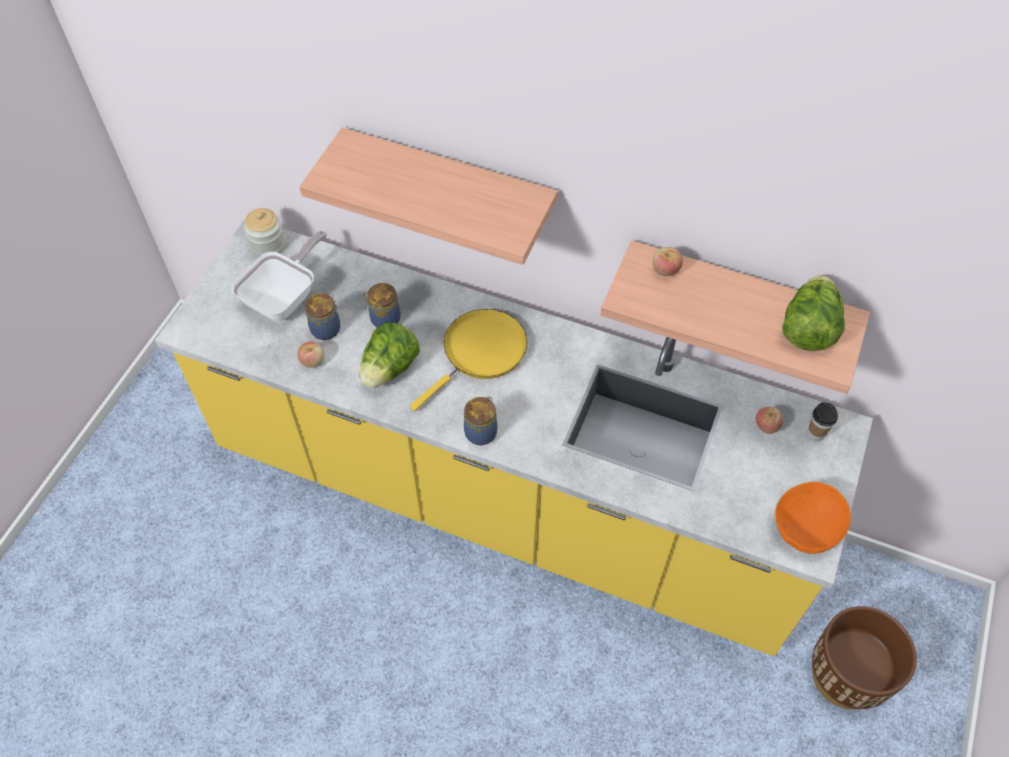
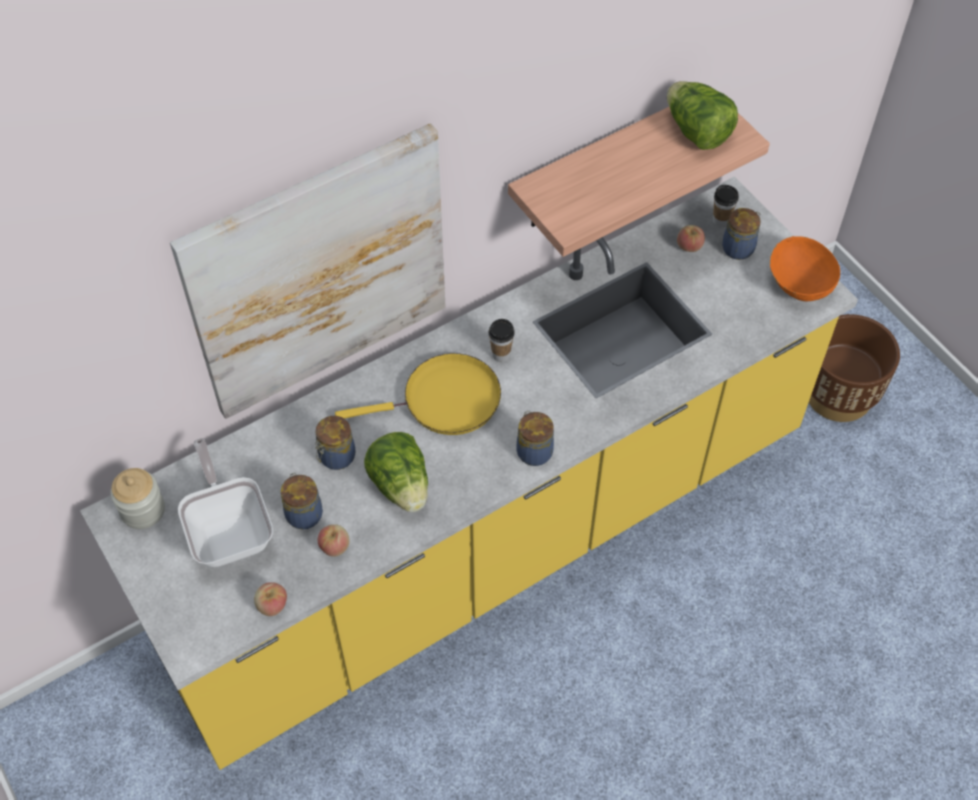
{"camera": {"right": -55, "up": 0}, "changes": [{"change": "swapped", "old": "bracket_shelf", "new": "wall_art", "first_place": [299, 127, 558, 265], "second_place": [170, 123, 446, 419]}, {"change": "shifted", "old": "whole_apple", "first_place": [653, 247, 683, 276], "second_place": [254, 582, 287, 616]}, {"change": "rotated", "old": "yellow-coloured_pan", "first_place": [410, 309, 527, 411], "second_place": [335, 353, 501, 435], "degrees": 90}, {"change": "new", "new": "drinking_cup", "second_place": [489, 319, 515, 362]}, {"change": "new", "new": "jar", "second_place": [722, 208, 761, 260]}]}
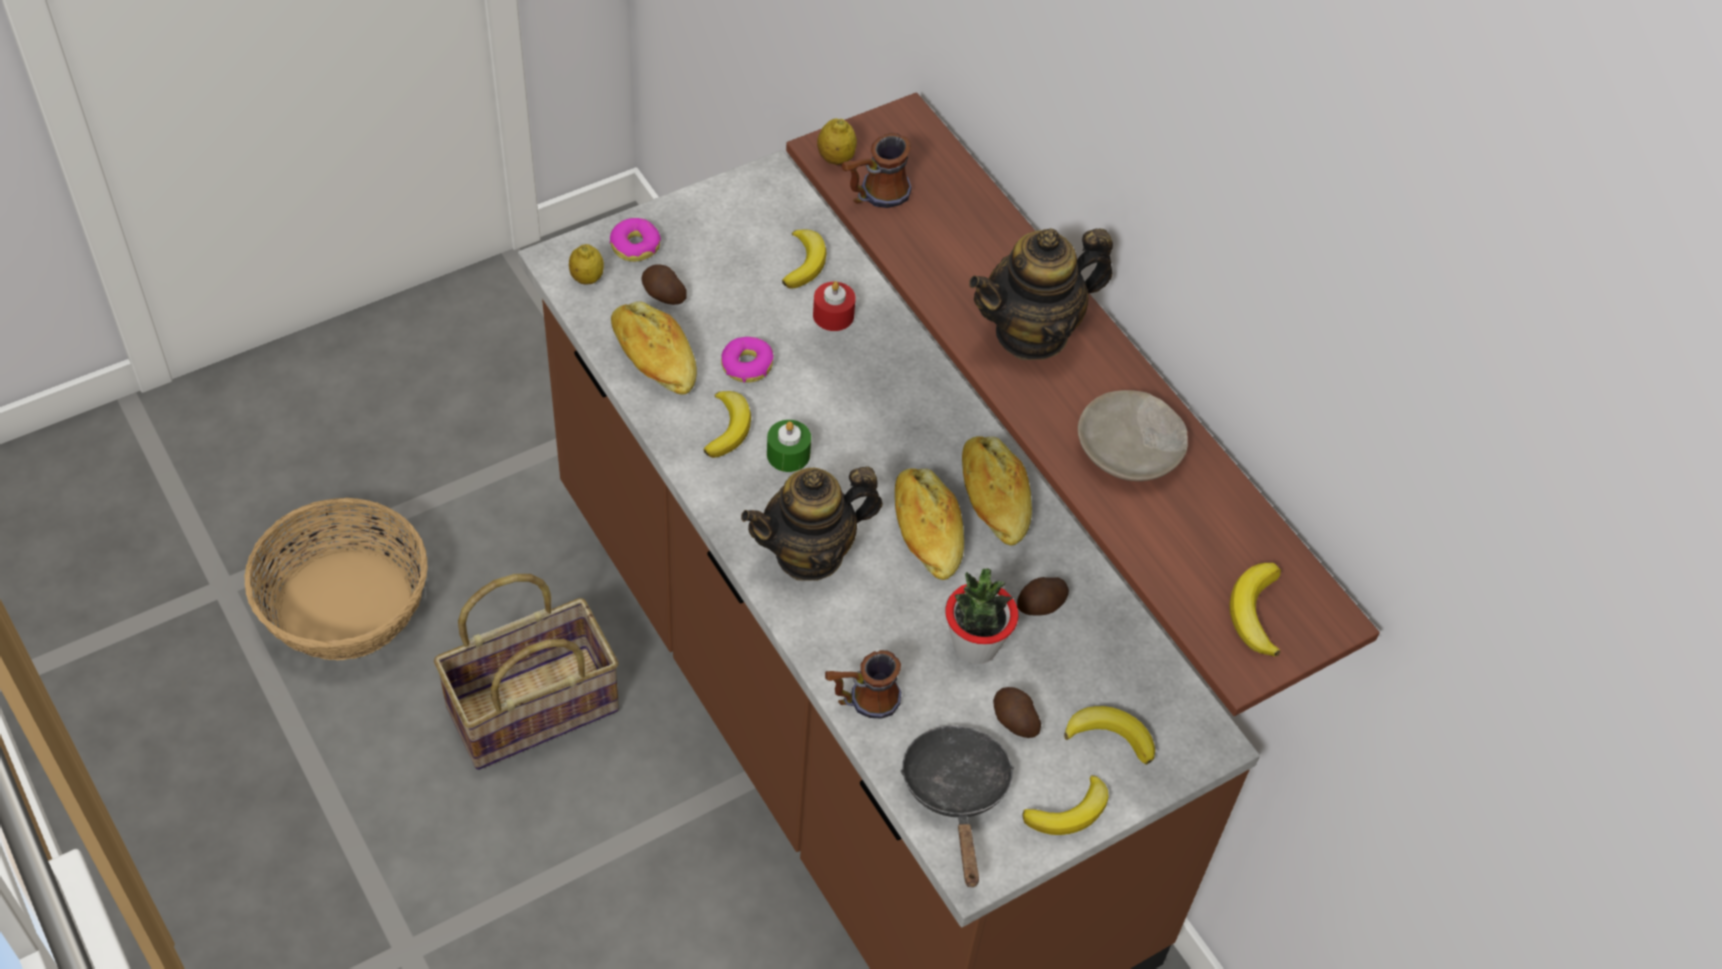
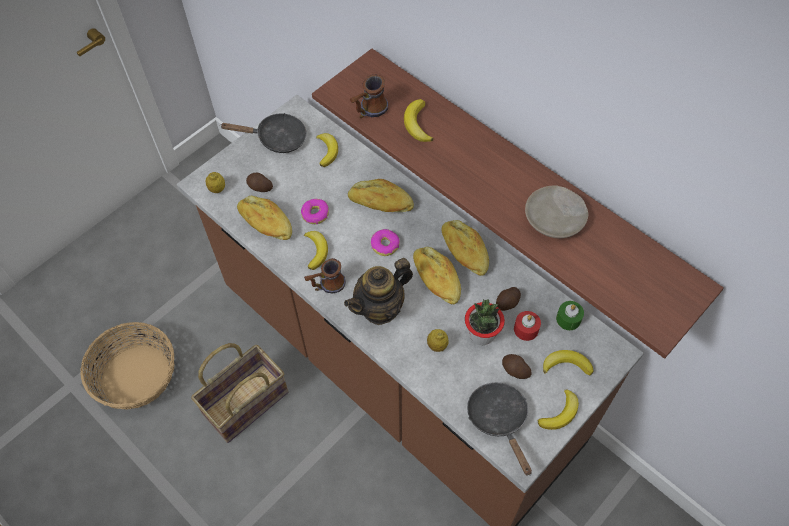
{"camera": {"right": -10, "up": 5}, "changes": [{"change": "new", "new": "blackish_pan", "second_place": [220, 113, 307, 153]}, {"change": "shifted", "old": "mug", "first_place": [825, 650, 901, 718], "second_place": [304, 258, 346, 294]}, {"change": "new", "new": "bakery_bread", "second_place": [348, 179, 414, 212]}, {"change": "shifted", "old": "ring_doughnut", "first_place": [609, 218, 661, 262], "second_place": [371, 229, 400, 256]}, {"change": "shifted", "old": "banana", "first_place": [1230, 563, 1281, 657], "second_place": [404, 99, 433, 142]}, {"change": "shifted", "old": "citrus_fruit", "first_place": [817, 118, 857, 165], "second_place": [427, 329, 448, 352]}, {"change": "shifted", "old": "red_candle", "first_place": [813, 281, 856, 331], "second_place": [514, 311, 541, 341]}, {"change": "shifted", "old": "green-coloured_candle", "first_place": [767, 420, 811, 472], "second_place": [556, 301, 584, 330]}, {"change": "gone", "old": "pot_for_tea", "first_place": [969, 228, 1113, 360]}]}
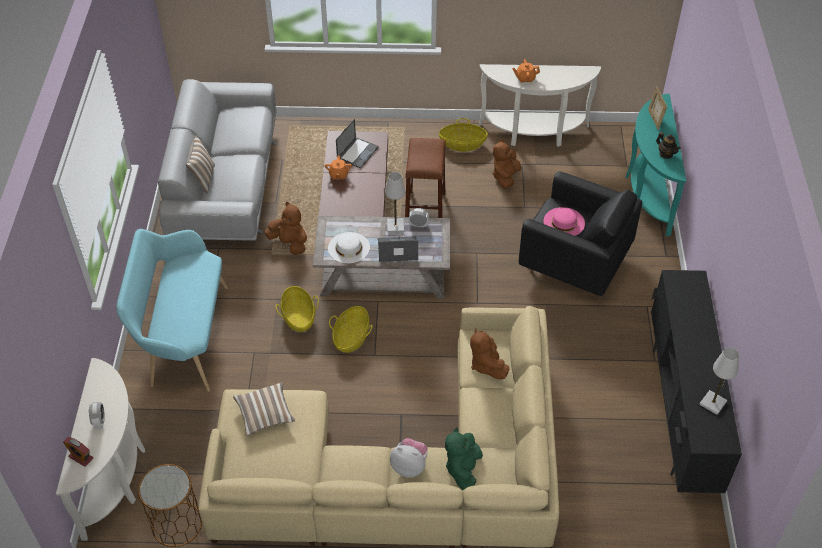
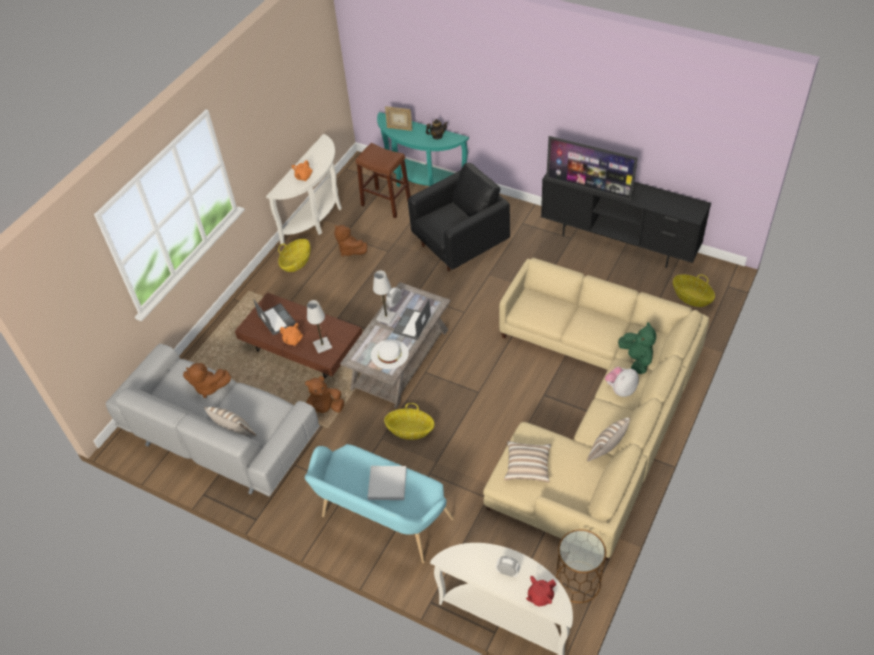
{"camera": {"right": -60, "up": 0}, "changes": [{"change": "shifted", "old": "brown_soft_toy", "first_place": [470, 328, 509, 380], "second_place": [183, 363, 231, 398]}, {"change": "shifted", "old": "white_tabletop_lamp", "first_place": [699, 347, 739, 415], "second_place": [307, 300, 332, 354]}, {"change": "shifted", "old": "brown_stool_seat", "first_place": [405, 138, 446, 218], "second_place": [356, 143, 411, 219]}, {"change": "new", "new": "white_carrying_tray", "second_place": [368, 466, 407, 500]}, {"change": "swapped", "old": "bedside_clock", "new": "red_pot_for_tea", "first_place": [63, 437, 93, 467], "second_place": [526, 576, 556, 606]}, {"change": "new", "new": "TV_set", "second_place": [546, 136, 638, 201]}, {"change": "new", "new": "cushion", "second_place": [587, 417, 630, 462]}, {"change": "rotated", "old": "green-coloured_soft_toy", "first_place": [445, 428, 483, 490], "second_place": [618, 322, 656, 374], "degrees": -150}, {"change": "shifted", "old": "basket", "first_place": [329, 306, 372, 353], "second_place": [673, 274, 715, 307]}, {"change": "gone", "old": "pink_hat", "first_place": [544, 207, 585, 236]}]}
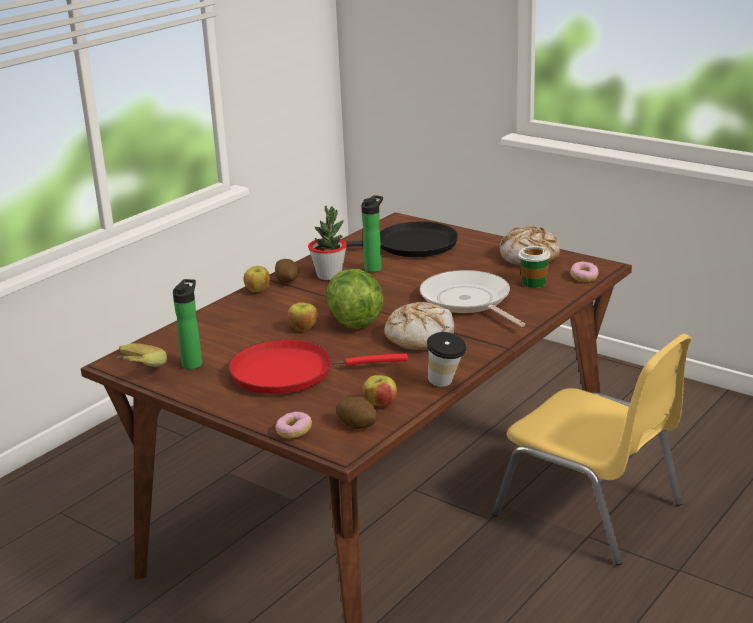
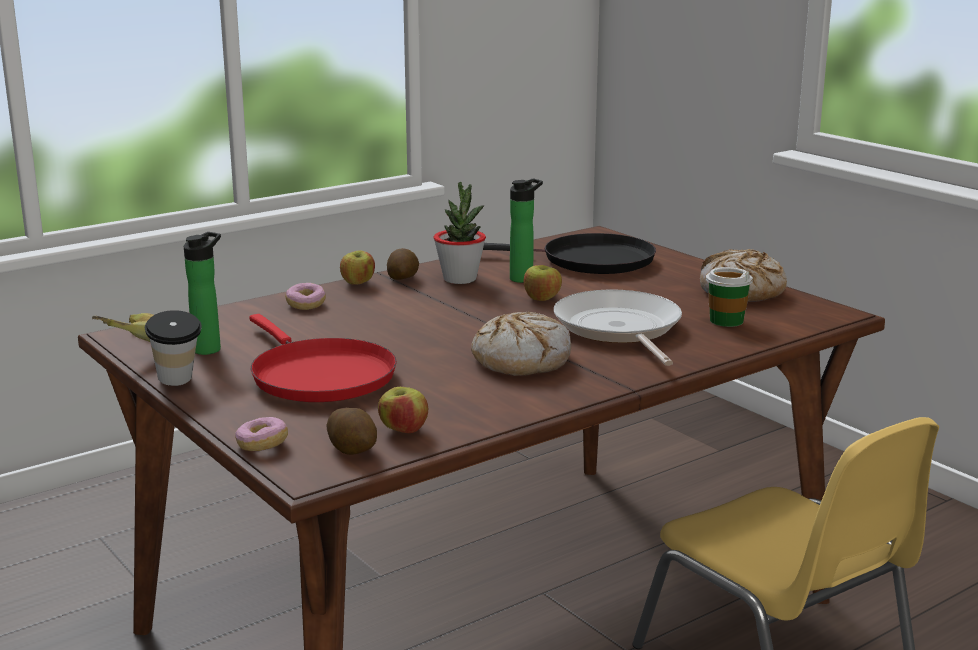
{"camera": {"right": 15, "up": -5}, "changes": [{"change": "shifted", "old": "drinking_cup", "first_place": [427, 332, 467, 387], "second_place": [145, 310, 202, 386]}, {"change": "rotated", "old": "red_pan", "first_place": [229, 339, 408, 394], "second_place": [249, 314, 397, 402], "degrees": -135}, {"change": "shifted", "old": "ring_doughnut", "first_place": [570, 262, 598, 282], "second_place": [285, 283, 326, 310]}, {"change": "shifted", "old": "whole_apple", "first_place": [288, 302, 318, 331], "second_place": [524, 265, 562, 301]}, {"change": "gone", "old": "head_of_lettuce", "first_place": [326, 269, 384, 329]}]}
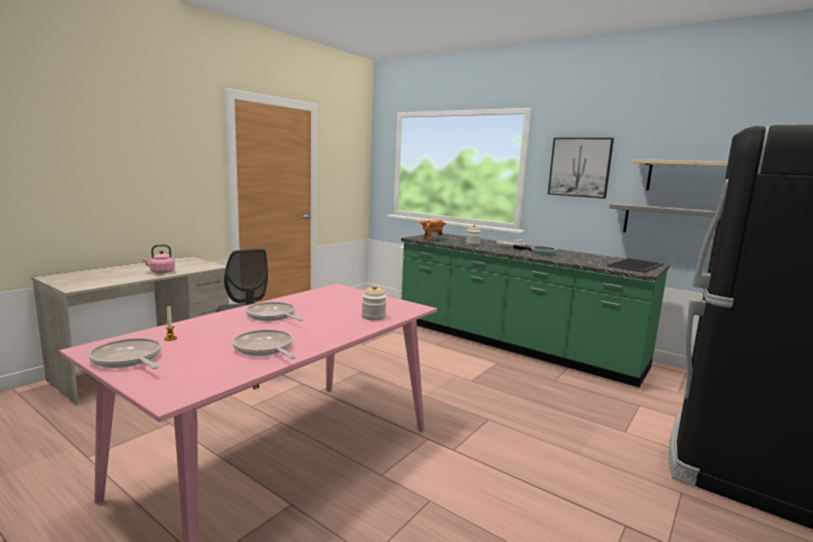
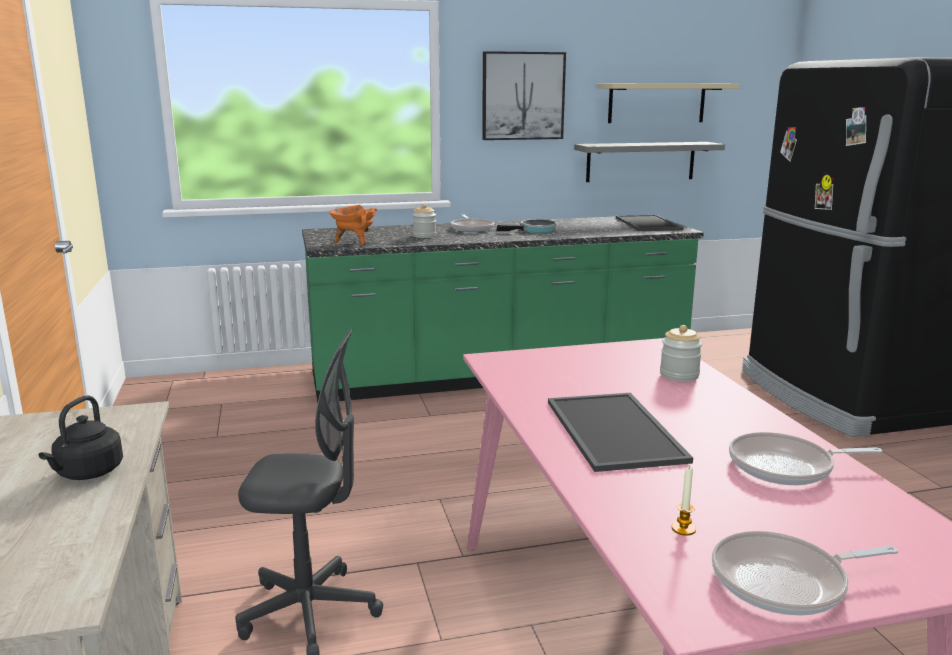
{"camera": {"right": -50, "up": 5}, "changes": [{"change": "repainted", "old": "pink_tea_kettle", "new": "blackish_tea_kettle", "first_place": [142, 244, 175, 274], "second_place": [39, 395, 123, 480]}, {"change": "swapped", "old": "pan", "new": "carrying_tray", "first_place": [245, 302, 304, 321], "second_place": [548, 393, 693, 472]}]}
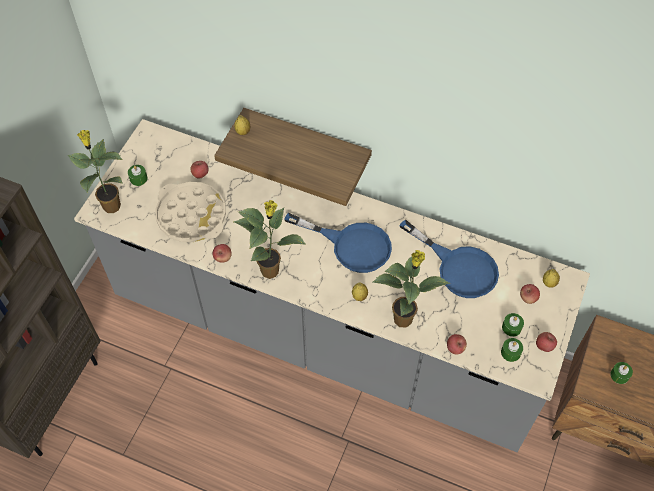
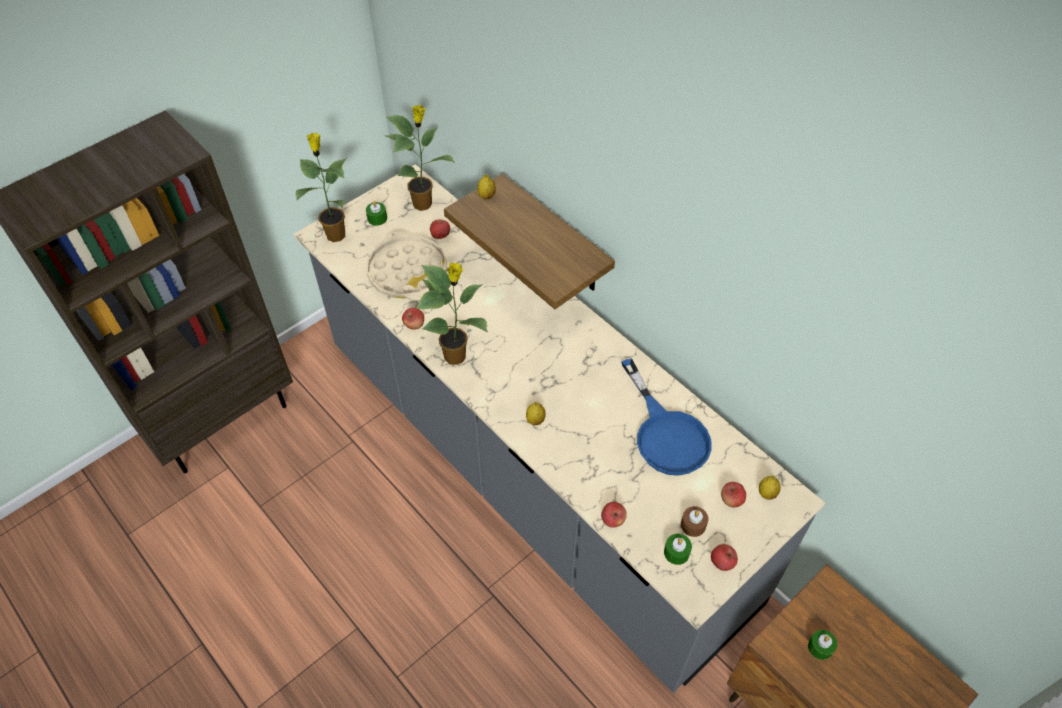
{"camera": {"right": 25, "up": -5}, "changes": [{"change": "shifted", "old": "plant_in_a_pot", "first_place": [372, 250, 450, 328], "second_place": [384, 105, 455, 211]}, {"change": "repainted", "old": "green-coloured_candle", "new": "brown_candle", "first_place": [502, 313, 524, 337], "second_place": [681, 506, 708, 537]}, {"change": "gone", "old": "blue-coloured_pan", "first_place": [284, 213, 392, 273]}]}
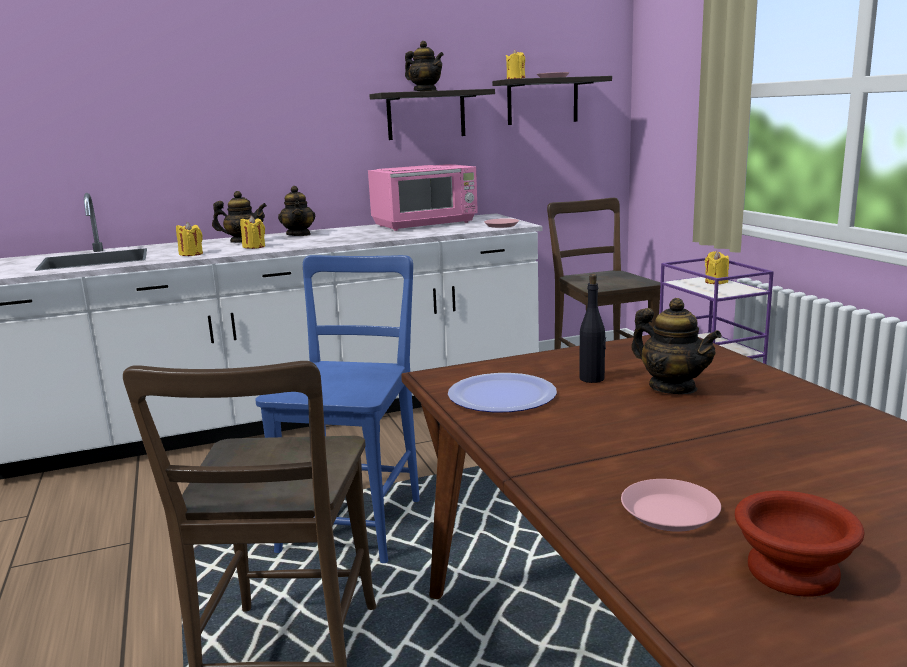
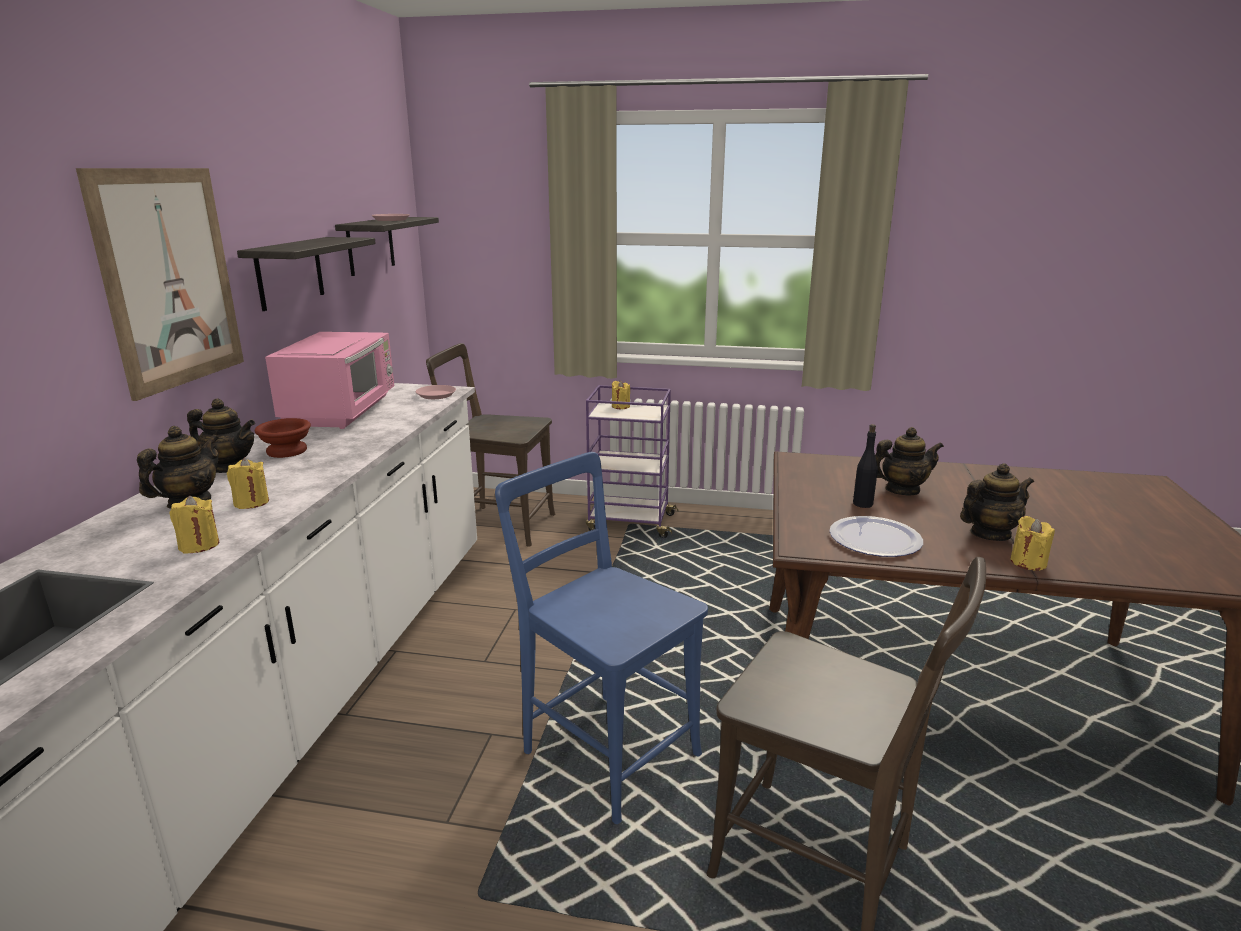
{"camera": {"right": -60, "up": 5}, "changes": [{"change": "new", "new": "wall_art", "second_place": [76, 168, 244, 401]}, {"change": "shifted", "old": "brown_serving_bowl", "first_place": [735, 491, 864, 597], "second_place": [255, 418, 311, 458]}, {"change": "shifted", "old": "pot_for_tea", "first_place": [405, 41, 444, 91], "second_place": [960, 463, 1034, 541]}, {"change": "shifted", "old": "yellow-coloured_candle", "first_place": [506, 50, 525, 79], "second_place": [1011, 516, 1055, 571]}, {"change": "gone", "old": "pink_flat_dish", "first_place": [621, 479, 721, 532]}]}
